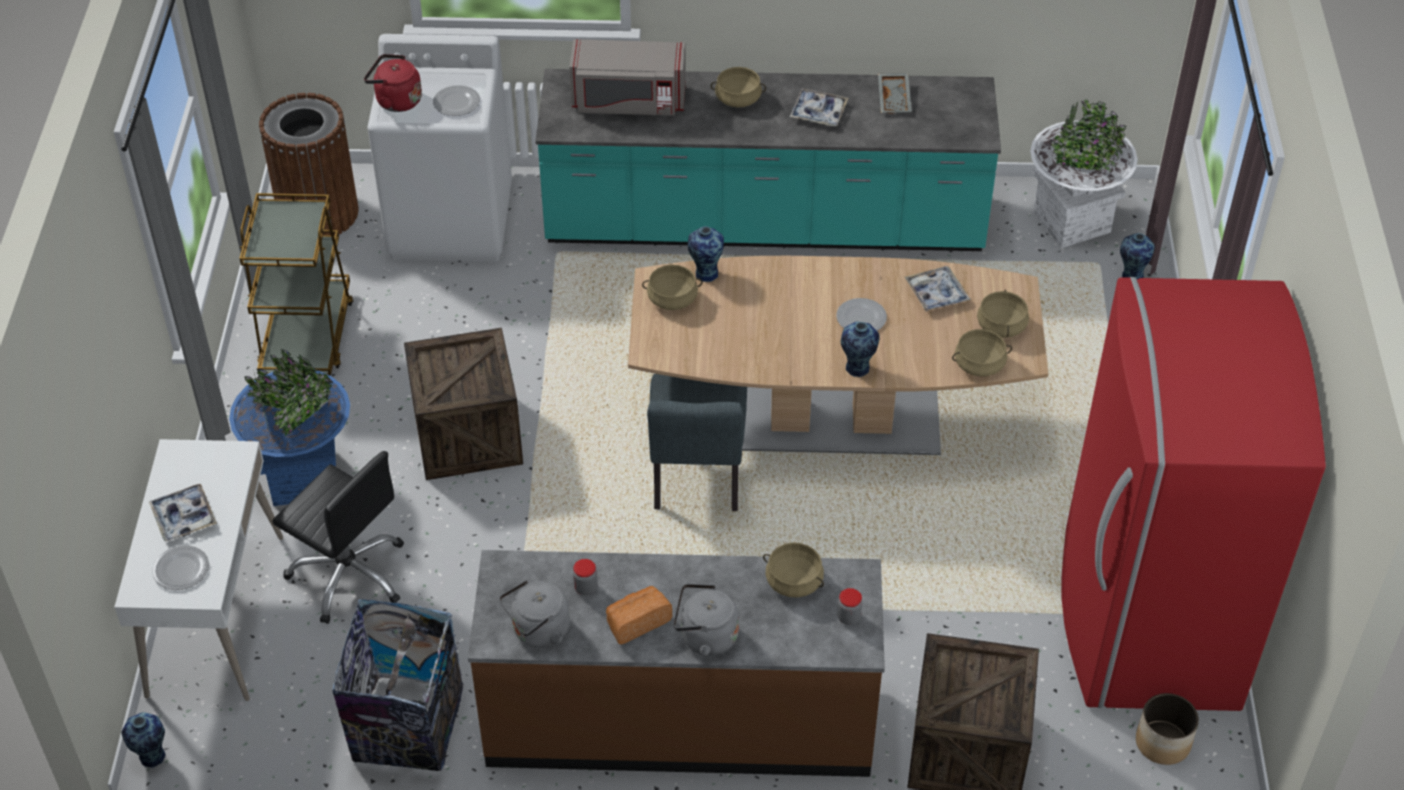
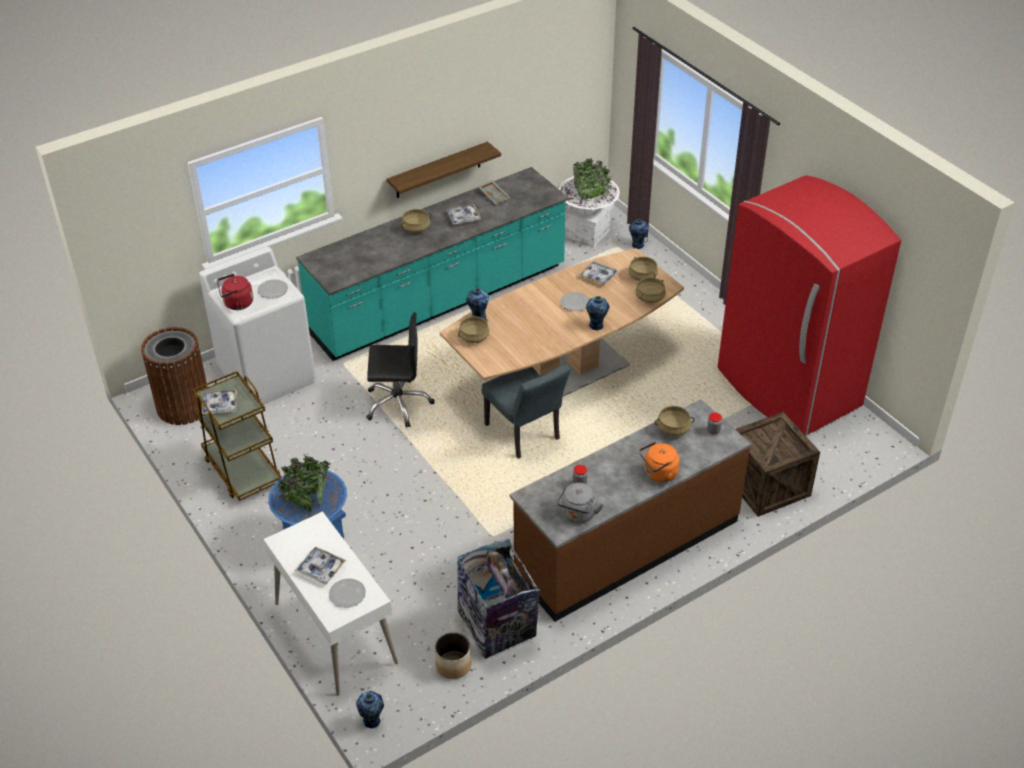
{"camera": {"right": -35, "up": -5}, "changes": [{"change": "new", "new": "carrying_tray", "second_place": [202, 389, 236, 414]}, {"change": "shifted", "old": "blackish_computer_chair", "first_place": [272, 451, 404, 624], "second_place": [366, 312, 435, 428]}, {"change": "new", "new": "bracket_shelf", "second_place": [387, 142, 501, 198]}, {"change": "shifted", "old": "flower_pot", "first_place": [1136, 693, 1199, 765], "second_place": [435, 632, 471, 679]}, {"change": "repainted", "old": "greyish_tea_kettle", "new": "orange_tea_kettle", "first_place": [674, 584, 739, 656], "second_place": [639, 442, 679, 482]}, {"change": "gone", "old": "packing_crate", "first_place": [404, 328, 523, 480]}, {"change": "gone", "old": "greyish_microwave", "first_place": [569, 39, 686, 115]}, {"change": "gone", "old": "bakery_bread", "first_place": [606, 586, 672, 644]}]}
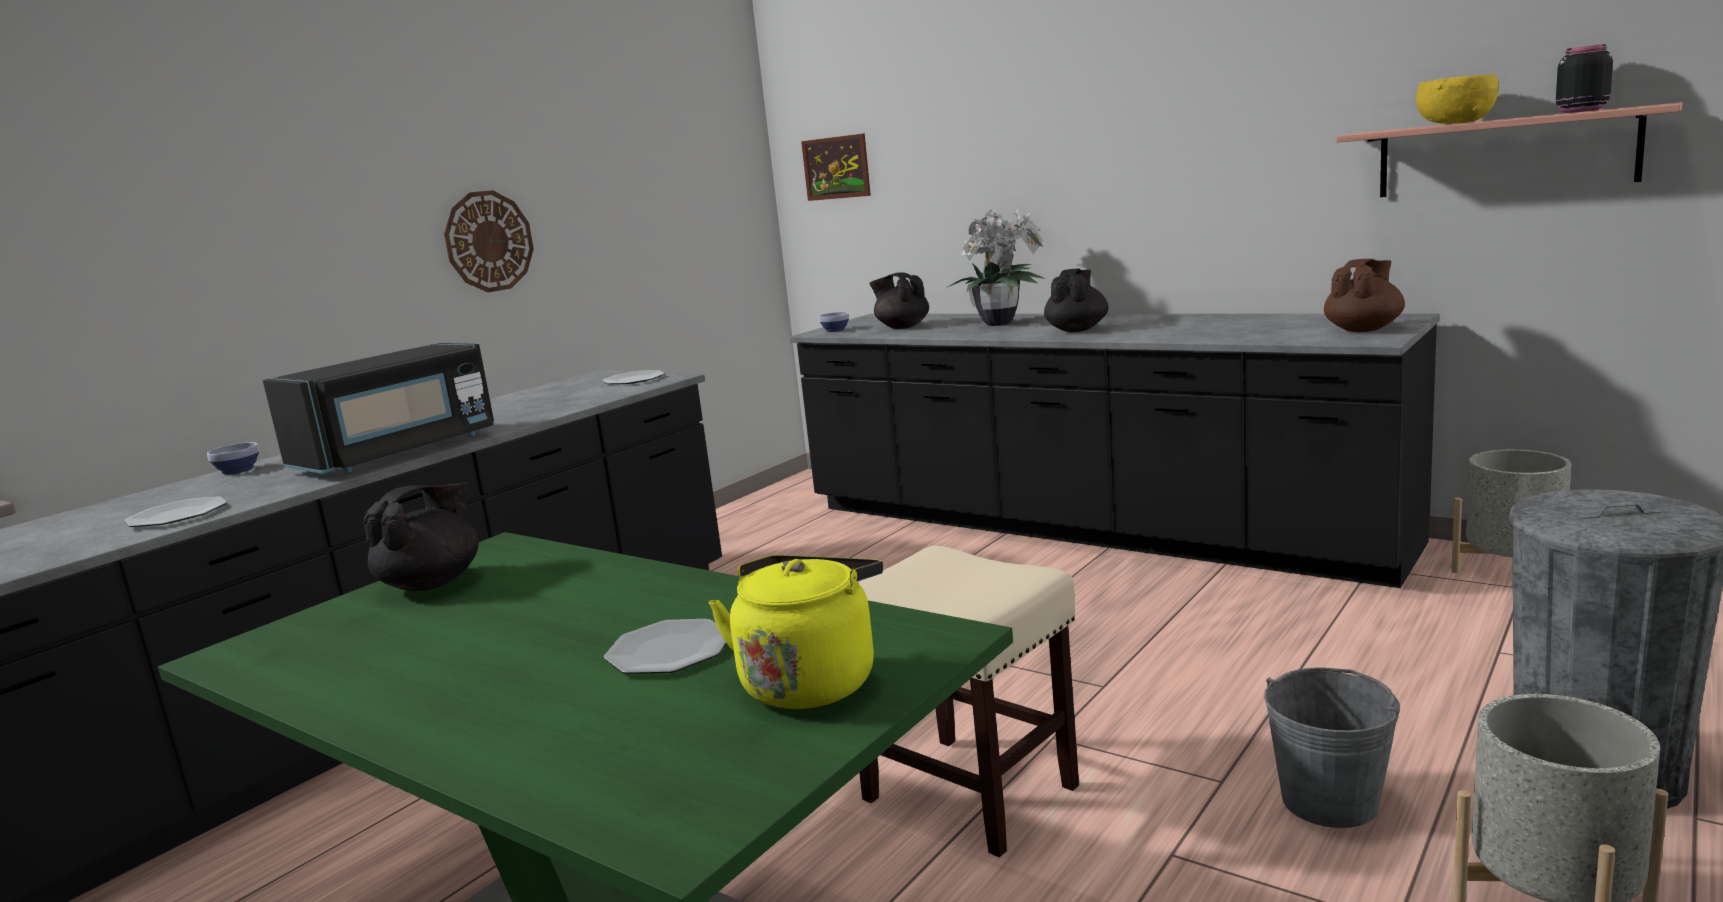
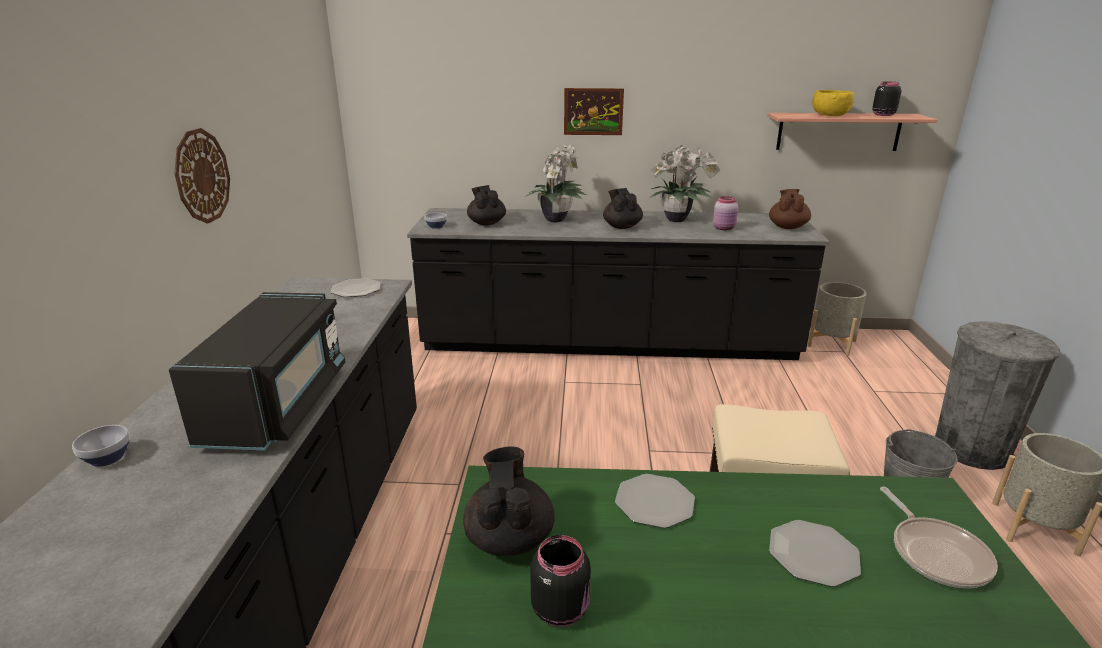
{"camera": {"right": -35, "up": 10}, "changes": [{"change": "rotated", "old": "blackish_pot_for_tea", "first_place": [869, 272, 929, 329], "second_place": [467, 185, 506, 226], "degrees": 60}, {"change": "new", "new": "blackish_jar", "second_place": [530, 535, 591, 627]}, {"change": "shifted", "old": "wall_art", "first_place": [801, 133, 871, 201], "second_place": [564, 88, 624, 135]}, {"change": "shifted", "old": "flat_dish", "first_place": [125, 496, 227, 527], "second_place": [615, 474, 695, 528]}, {"change": "new", "new": "plant_in_a_pot", "second_place": [650, 145, 720, 222]}, {"change": "new", "new": "pink_jar", "second_place": [713, 196, 738, 230]}, {"change": "swapped", "old": "yellow-coloured_tea_kettle", "new": "pan", "first_place": [709, 555, 883, 709], "second_place": [880, 487, 998, 588]}]}
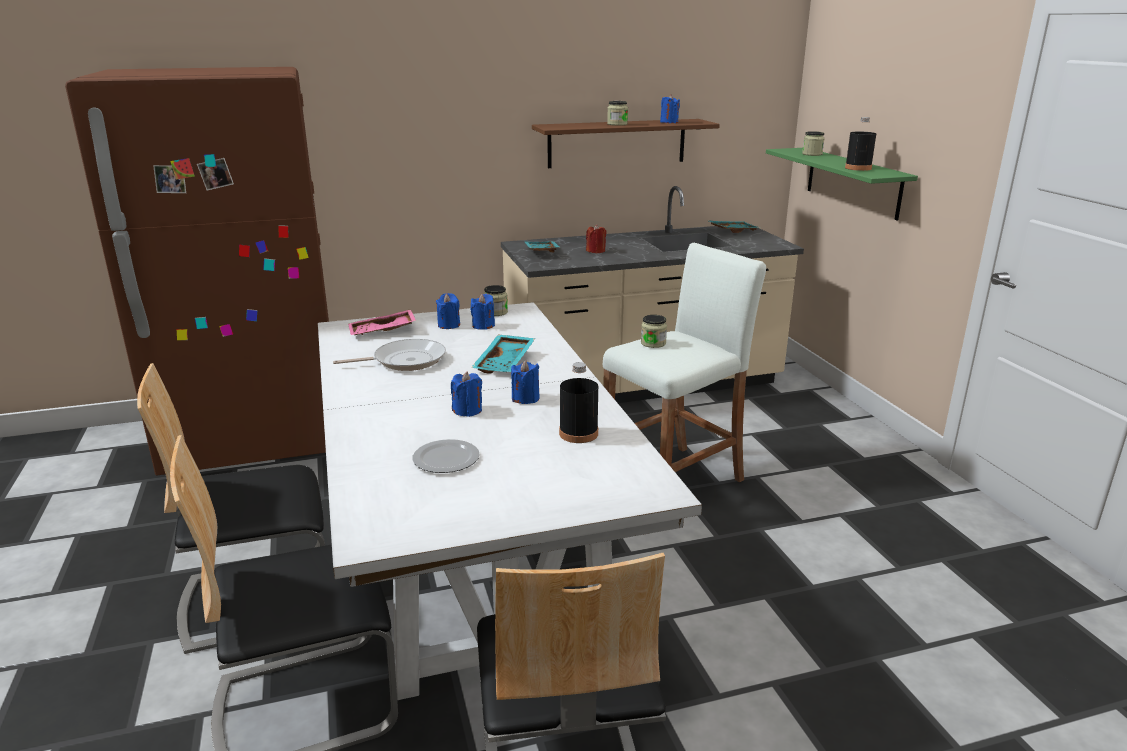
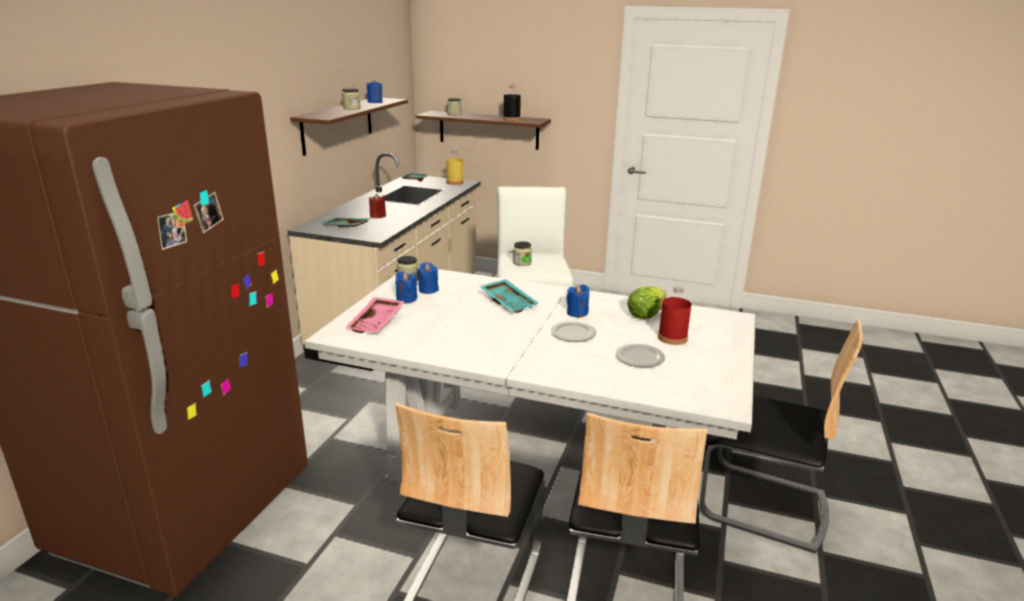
{"camera": {"right": -55, "up": 0}, "changes": [{"change": "repainted", "old": "green-coloured_bracket_shelf", "new": "brown_bracket_shelf", "first_place": [766, 148, 918, 221], "second_place": [416, 111, 551, 150]}, {"change": "new", "new": "yellow-coloured_beverage_bottle", "second_place": [446, 149, 464, 185]}, {"change": "swapped", "old": "blue-coloured_candle", "new": "flat_dish", "first_place": [451, 371, 482, 417], "second_place": [551, 321, 596, 342]}, {"change": "swapped", "old": "blackish_beverage_bottle", "new": "head_of_lettuce", "first_place": [559, 362, 598, 443], "second_place": [627, 286, 666, 319]}, {"change": "new", "new": "red_beverage_bottle", "second_place": [658, 285, 691, 345]}, {"change": "gone", "old": "pan", "first_place": [333, 339, 446, 371]}]}
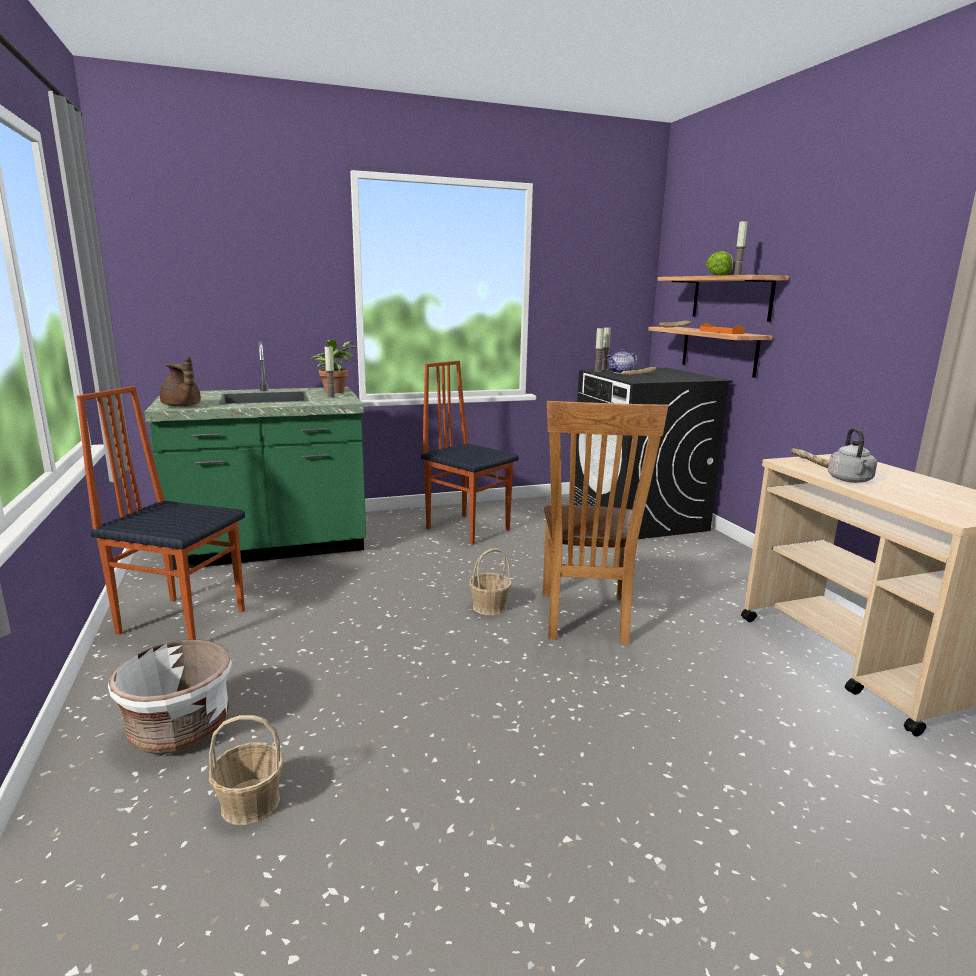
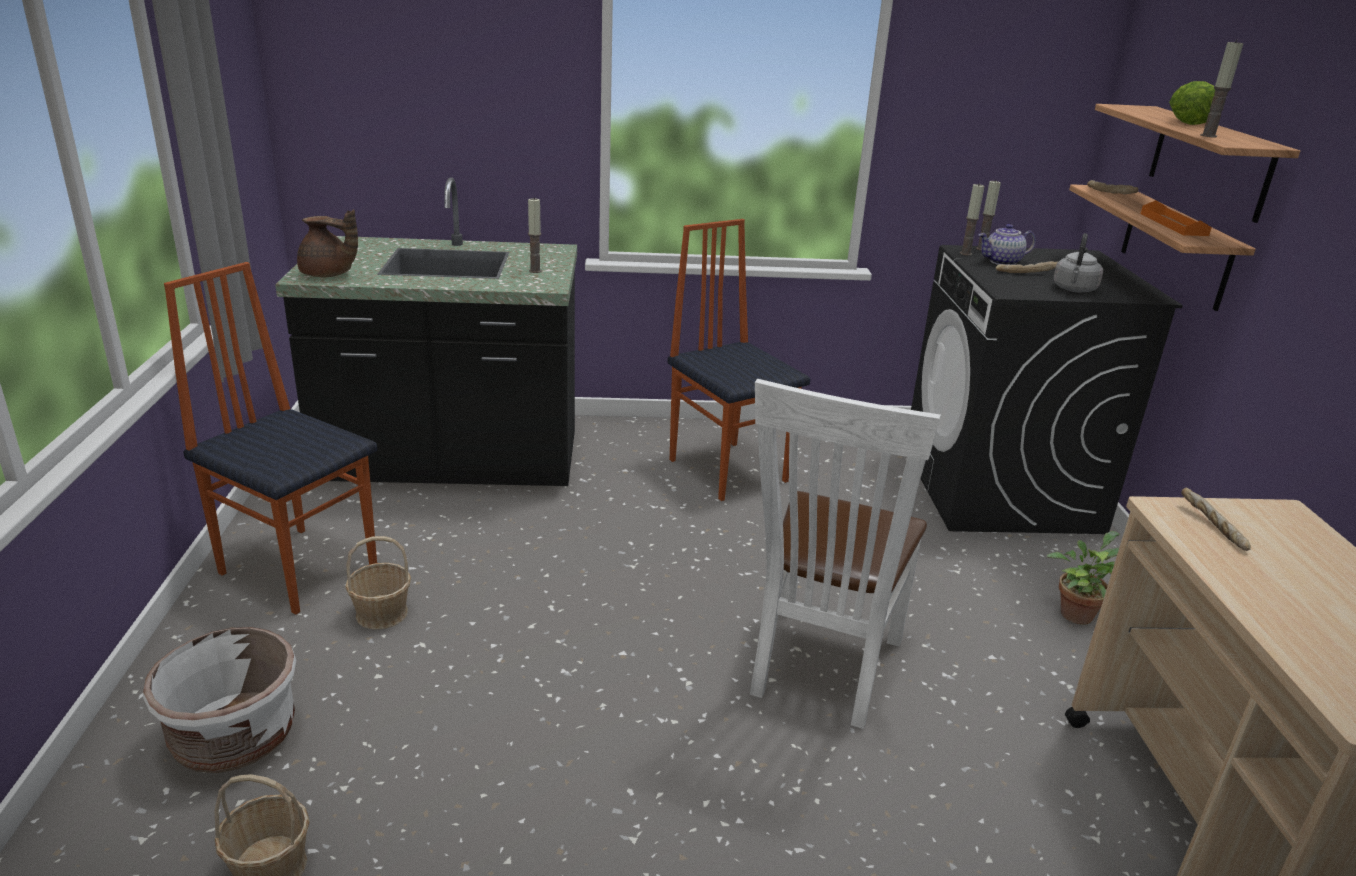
{"camera": {"right": 15, "up": 10}, "changes": [{"change": "repainted", "old": "green-coloured_counter", "new": "blackish_counter", "first_place": [144, 341, 366, 570], "second_place": [275, 178, 577, 486]}, {"change": "rotated", "old": "brown_pot_for_tea", "first_place": [160, 357, 201, 407], "second_place": [297, 209, 358, 277], "degrees": -45}, {"change": "shifted", "old": "basket", "first_place": [469, 548, 512, 615], "second_place": [345, 536, 411, 630]}, {"change": "repainted", "old": "brown_chair", "new": "white_chair", "first_place": [542, 401, 668, 644], "second_place": [750, 379, 941, 729]}, {"change": "shifted", "old": "plant_in_a_pot", "first_place": [311, 340, 357, 393], "second_place": [1047, 531, 1119, 625]}, {"change": "shifted", "old": "greyish_tea_kettle", "first_place": [828, 428, 877, 483], "second_place": [1053, 233, 1103, 292]}]}
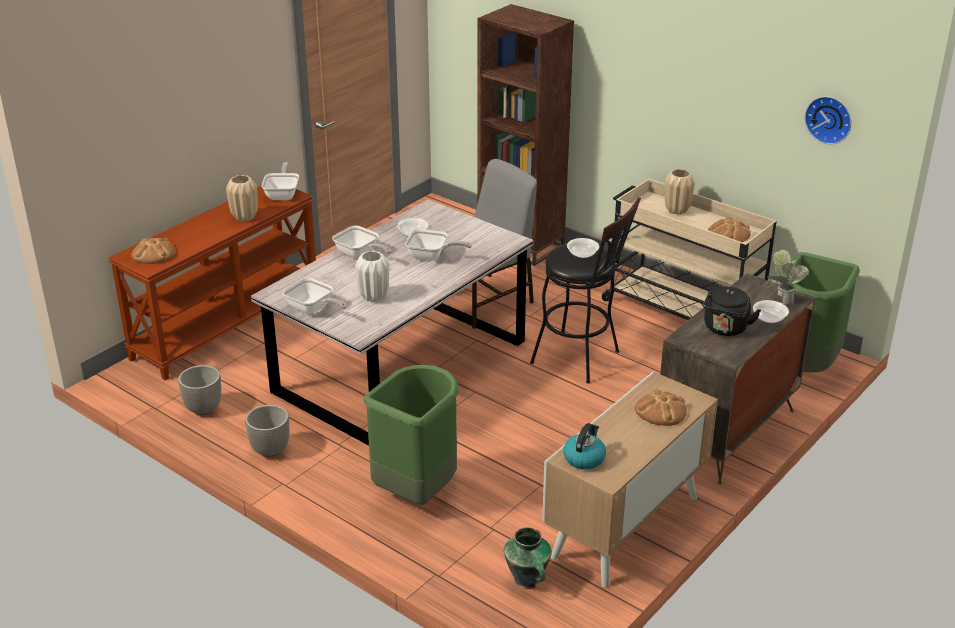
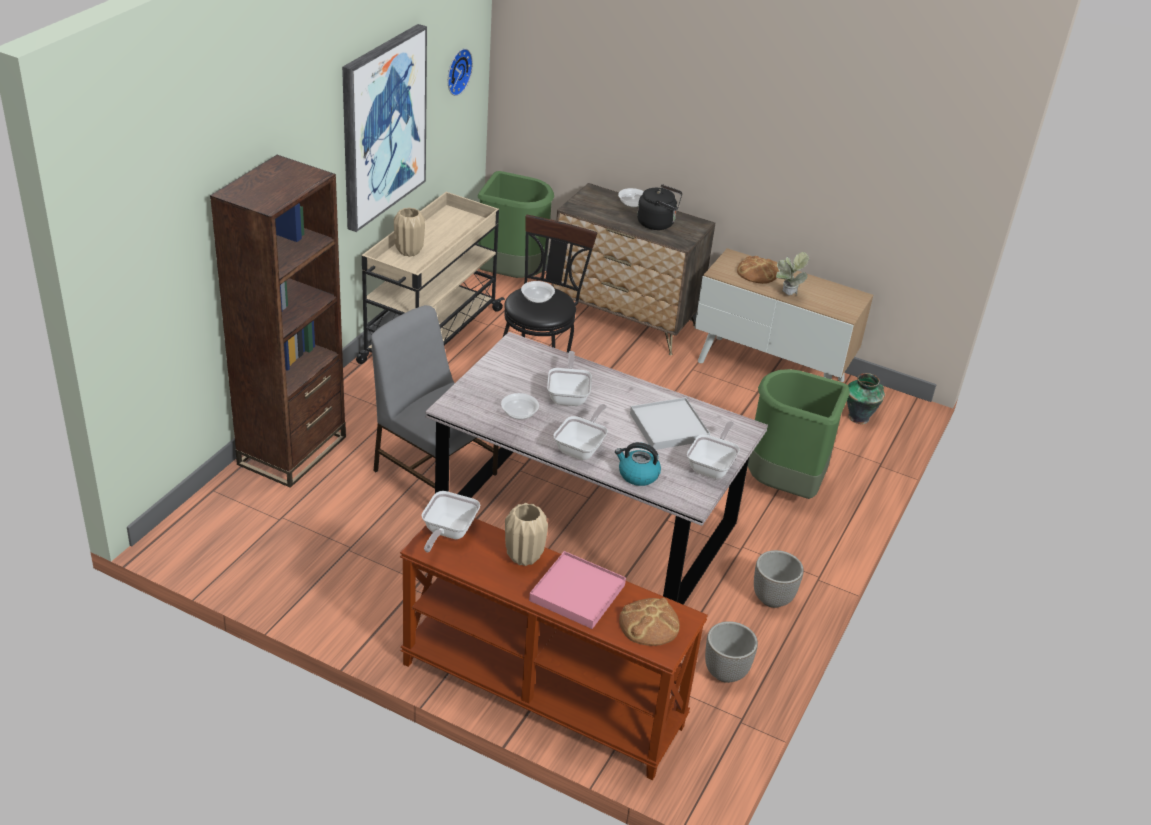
{"camera": {"right": -105, "up": 5}, "changes": [{"change": "new", "new": "wall_art", "second_place": [342, 24, 427, 232]}, {"change": "rotated", "old": "pan", "first_place": [262, 162, 299, 200], "second_place": [421, 491, 480, 552], "degrees": -60}, {"change": "new", "new": "pink_carrying_tray", "second_place": [529, 551, 626, 629]}, {"change": "shifted", "old": "tea_kettle", "first_place": [563, 423, 606, 470], "second_place": [615, 442, 661, 486]}, {"change": "swapped", "old": "white_decorative_vase", "new": "white_carrying_tray", "first_place": [355, 251, 389, 302], "second_place": [630, 397, 710, 450]}, {"change": "shifted", "old": "plant_in_a_pot", "first_place": [766, 250, 809, 305], "second_place": [776, 252, 809, 296]}, {"change": "gone", "old": "bakery_bread", "first_place": [708, 217, 751, 242]}]}
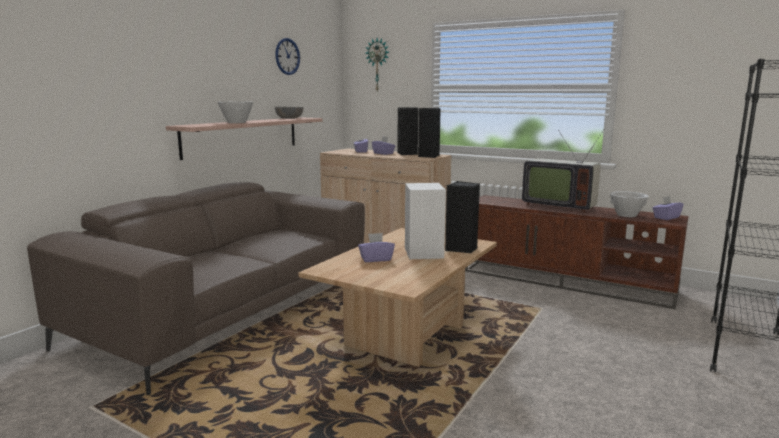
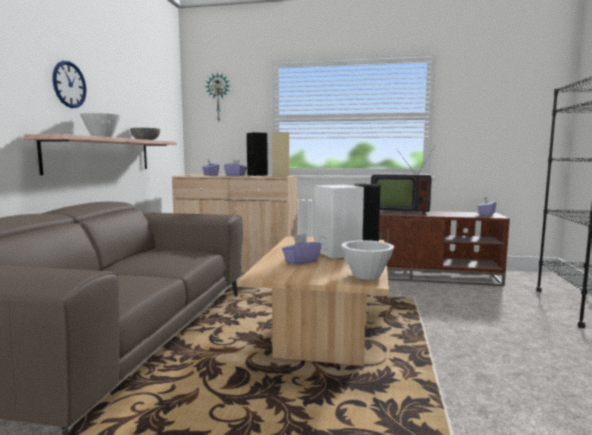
{"camera": {"right": -20, "up": -5}, "changes": [{"change": "shifted", "old": "hanging_clock", "first_place": [275, 38, 300, 75], "second_place": [52, 61, 86, 108]}, {"change": "repainted", "old": "blackish_speaker", "new": "beige-coloured_speaker", "first_place": [418, 108, 441, 158], "second_place": [272, 132, 289, 176]}, {"change": "shifted", "old": "white_serving_bowl", "first_place": [610, 191, 649, 217], "second_place": [341, 240, 395, 280]}]}
